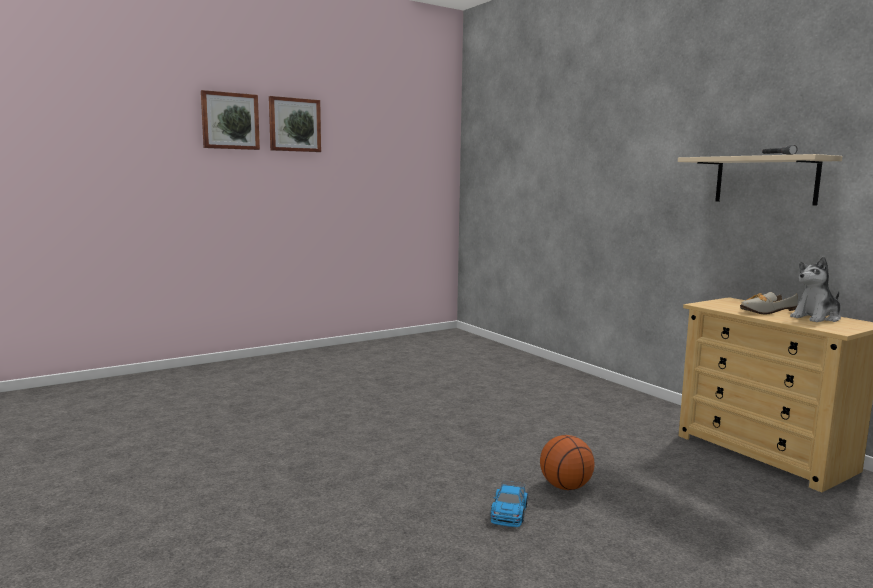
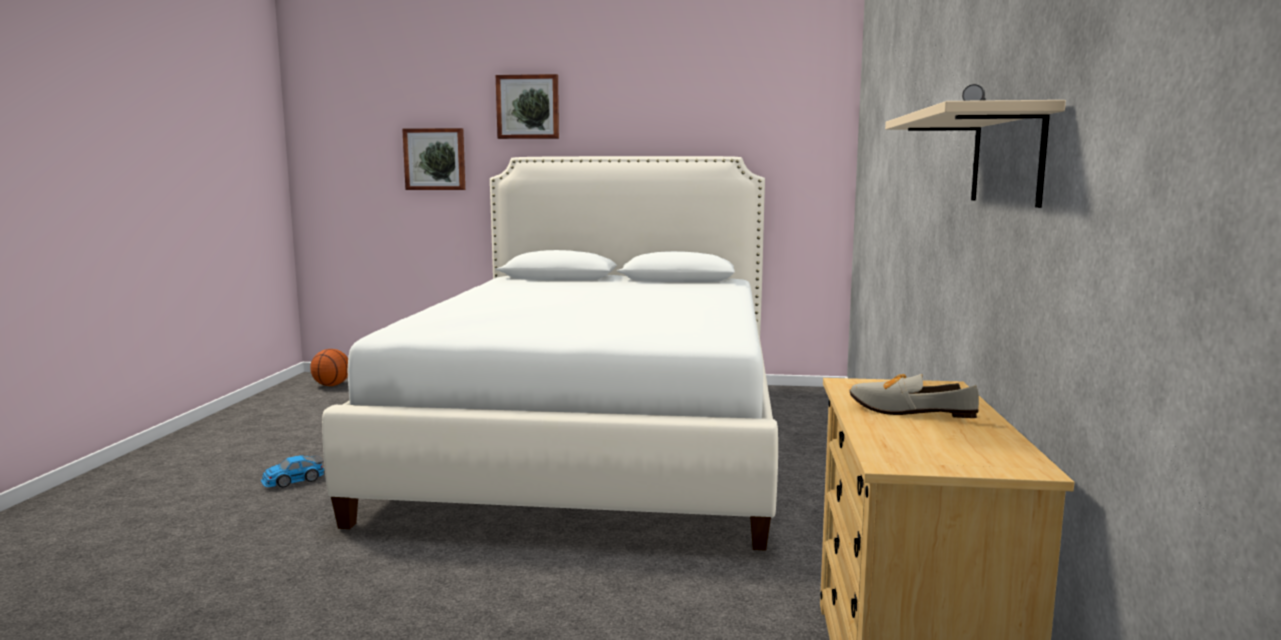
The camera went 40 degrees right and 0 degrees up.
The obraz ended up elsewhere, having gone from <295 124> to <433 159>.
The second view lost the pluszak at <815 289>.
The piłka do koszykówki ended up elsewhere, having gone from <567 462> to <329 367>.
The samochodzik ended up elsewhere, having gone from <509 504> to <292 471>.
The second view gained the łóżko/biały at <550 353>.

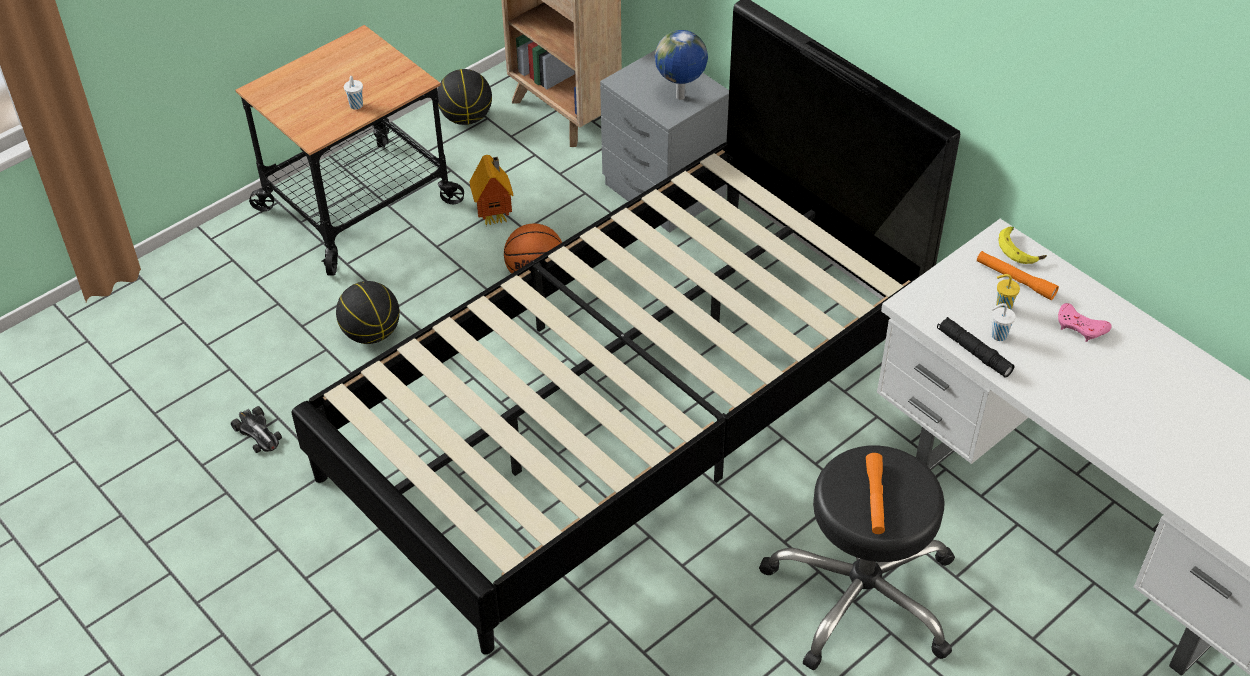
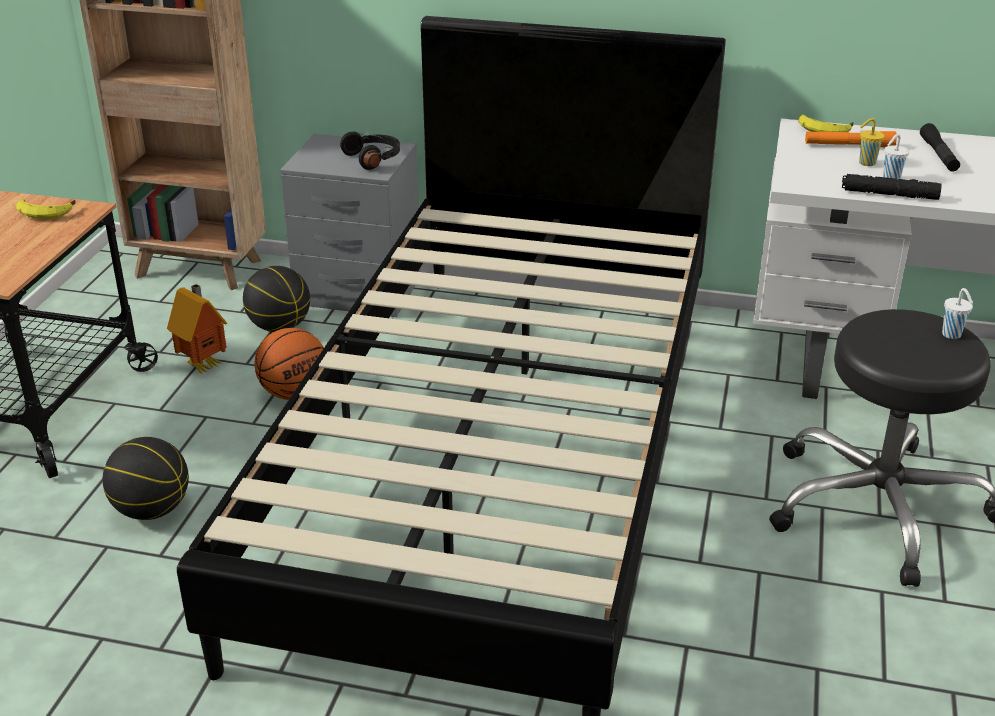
The camera went 35 degrees left and 15 degrees down.
Where the globus stood at <681 65>, the słuchawki/czarny came to stand at <370 151>.
The piłka do koszykówki ended up elsewhere, having gone from <464 97> to <276 299>.
The filiżanka/biały ended up elsewhere, having gone from <353 93> to <957 313>.
Where the pad do gier/różowy stood at <1085 322>, the latarka/czarny came to stand at <940 147>.
The second view lost the samochodzik at <256 429>.
The second view lost the latarka/pomarańczowy at <875 493>.
The second view gained the banan at <46 209>.

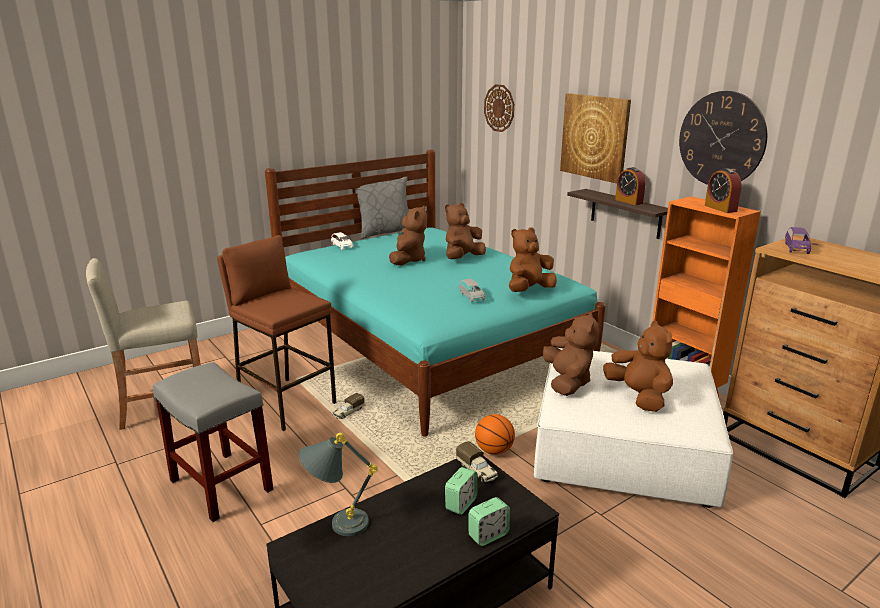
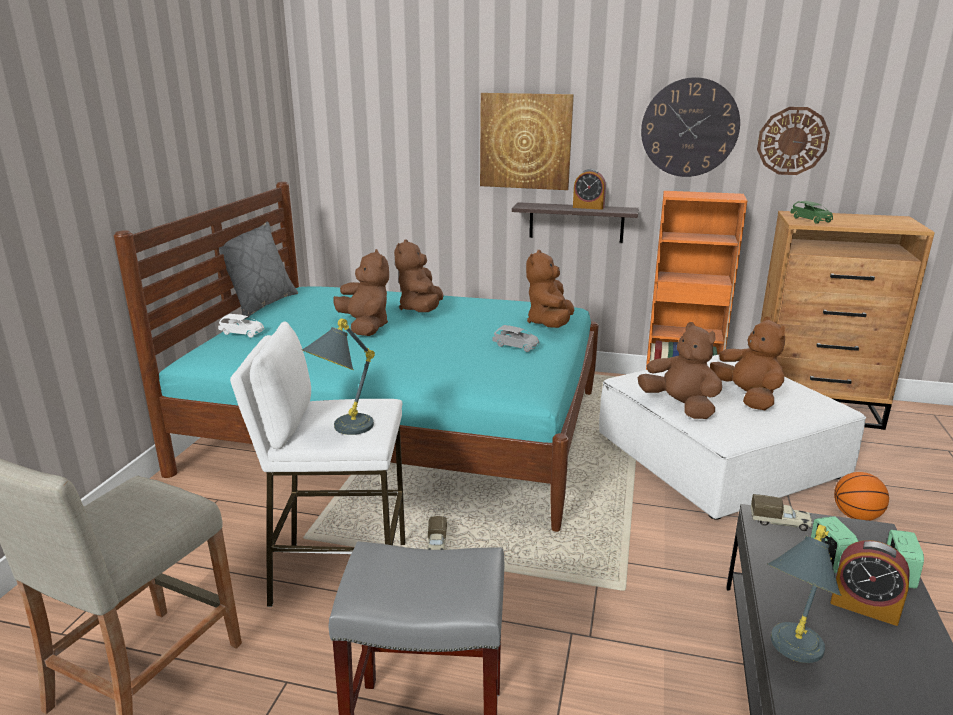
The camera went 40 degrees left and 0 degrees up.
The zegar ścienny ended up elsewhere, having gone from <499 108> to <793 141>.
The budzik ended up elsewhere, having gone from <723 190> to <870 583>.
What was the samochodzik/fioletowy at <798 240> turned into the samochodzik/zielony at <812 212>.
What was the stołek/brązowy at <276 333> turned into the stołek/biały at <317 464>.
The pluszak/brązowy at <638 366> ended up facing another way, 45 degrees clockwise from before.
The piłka do koszykówki ended up elsewhere, having gone from <495 434> to <861 496>.
The second view gained the lampa stołowa/szary at <338 376>.

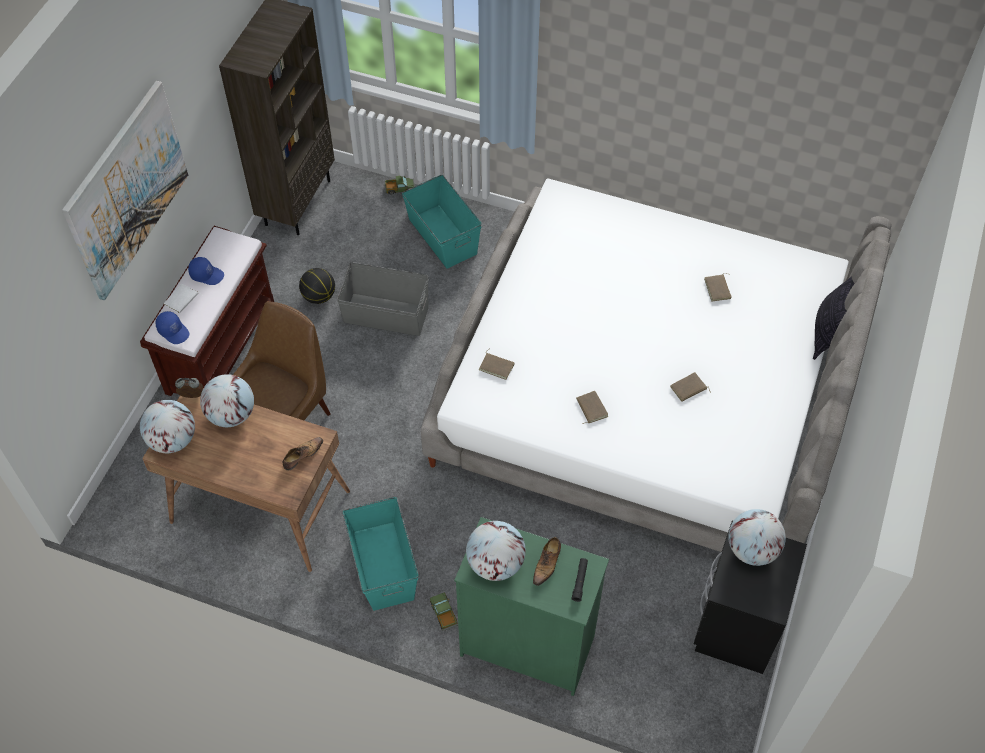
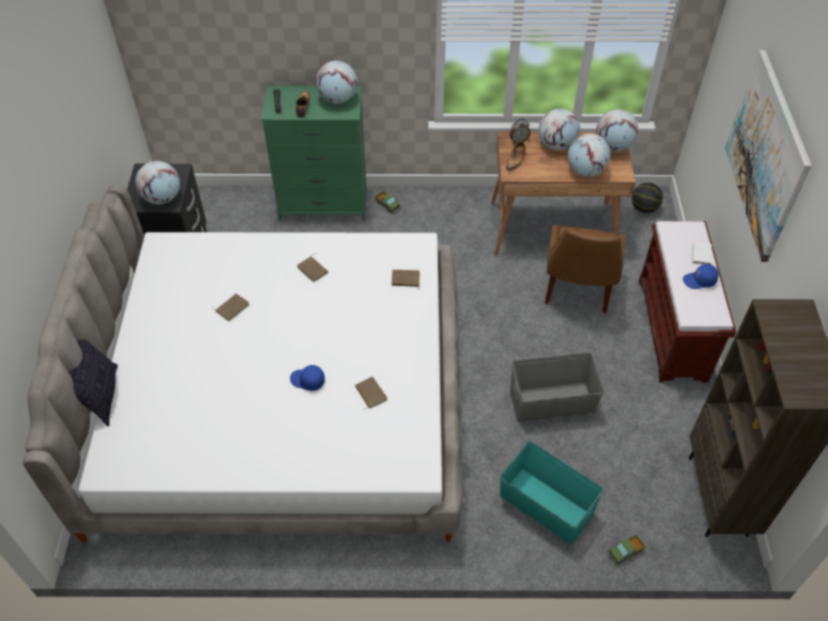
The camera went 160 degrees right and 5 degrees down.
The piłka do koszykówki ended up elsewhere, having gone from <317 286> to <647 198>.
The książka/brązowy ended up elsewhere, having gone from <718 287> to <371 393>.
The czapka z daszkiem/niebieski ended up elsewhere, having gone from <173 327> to <307 378>.
The budzik ended up elsewhere, having gone from <189 388> to <519 131>.
The second view lost the pojemnik do przechowywania/turkusowy at <381 554>.
The second view gained the globus at <559 129>.

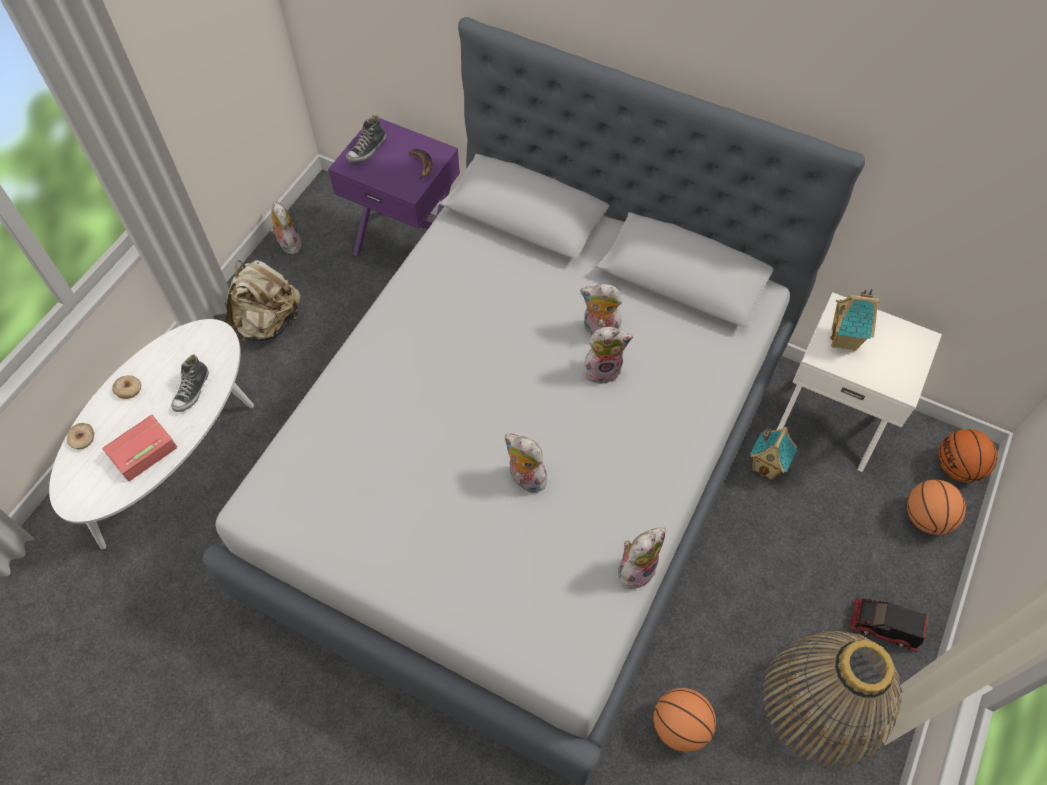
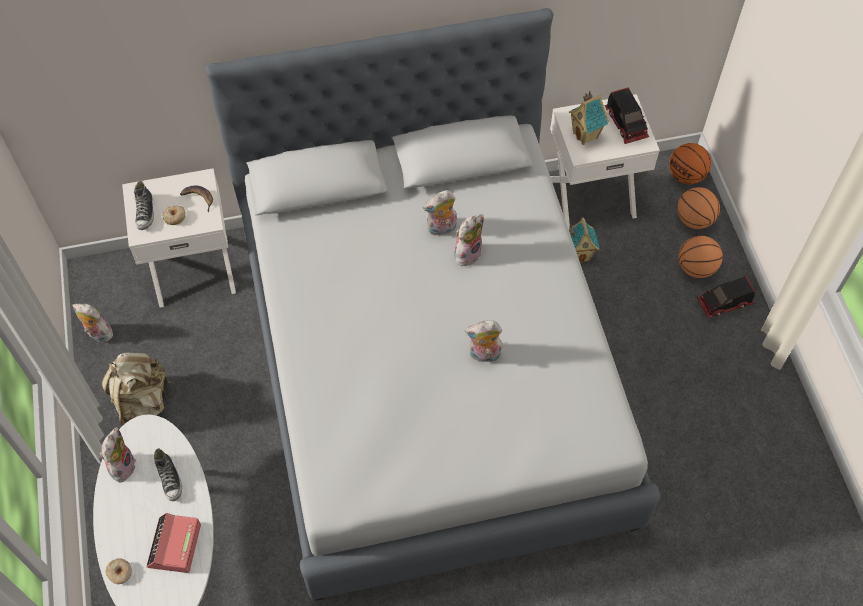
The camera went 40 degrees left and 0 degrees up.
What was the szafka nocna/fioletowy at <394 186> turned into the szafka nocna/biały at <179 238>.
The donut ended up elsewhere, having gone from <126 387> to <174 215>.
The pluszak ended up elsewhere, having gone from <642 558> to <118 454>.
The second view lost the koszyk at <832 699>.
The piłka do koszykówki ended up elsewhere, having gone from <684 720> to <700 257>.
The second view gained the ciężarówka zabawkowa at <627 115>.

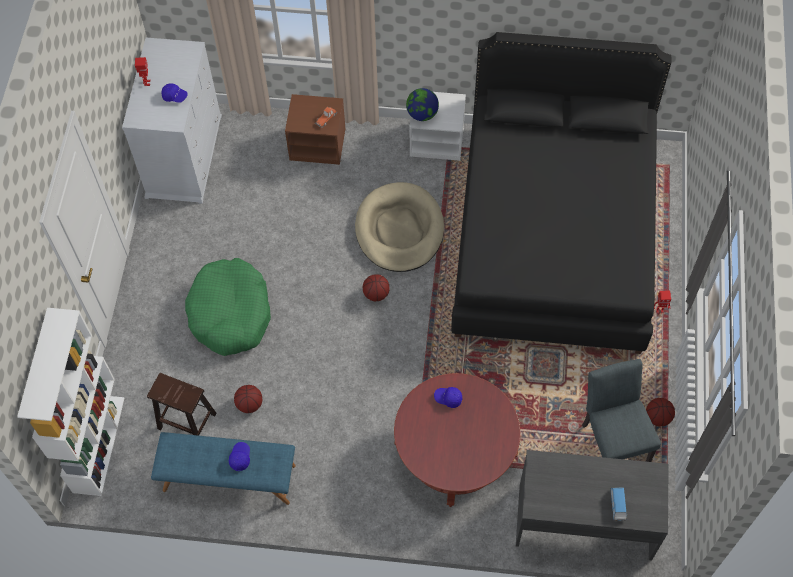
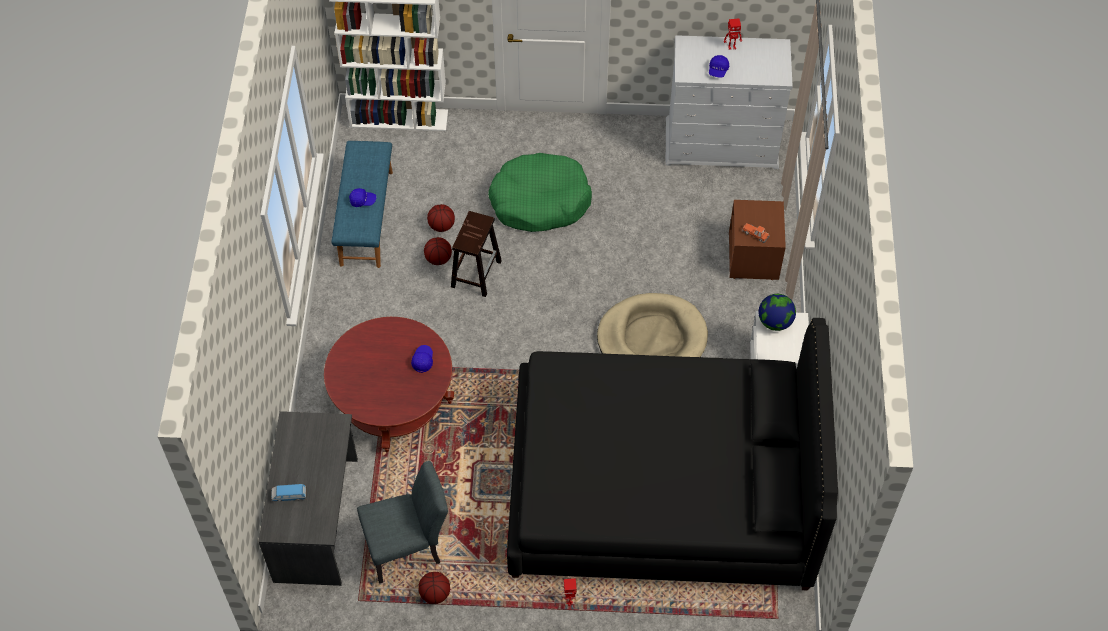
The camera went 85 degrees right and 5 degrees down.
The piłka do koszykówki ended up elsewhere, having gone from <376 287> to <438 251>.
The stołek/brązowy ended up elsewhere, having gone from <182 404> to <476 254>.

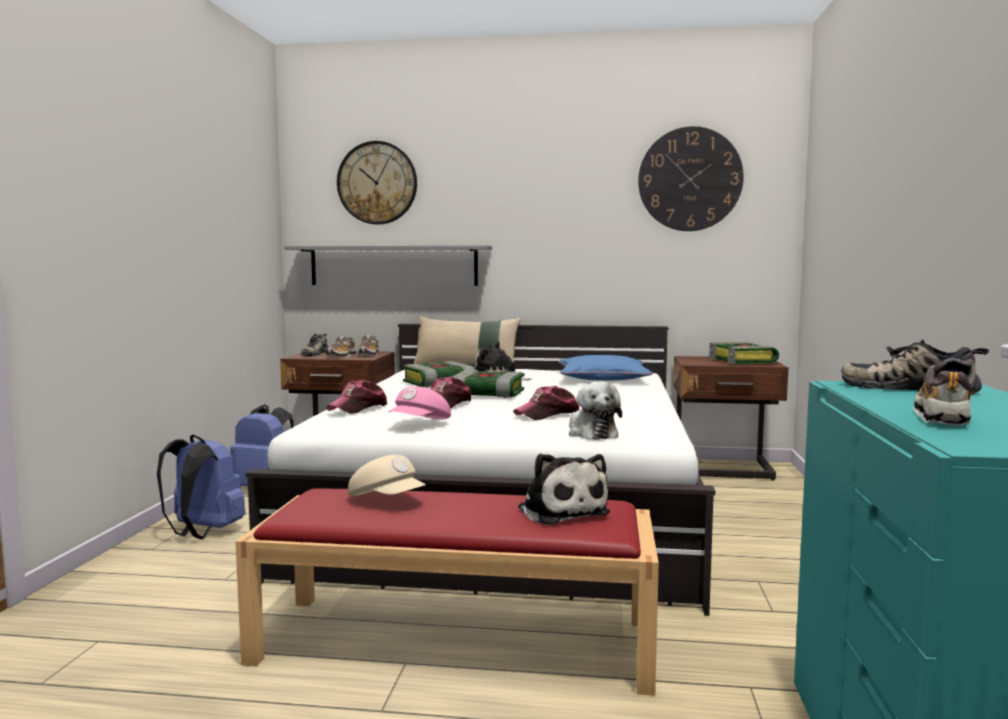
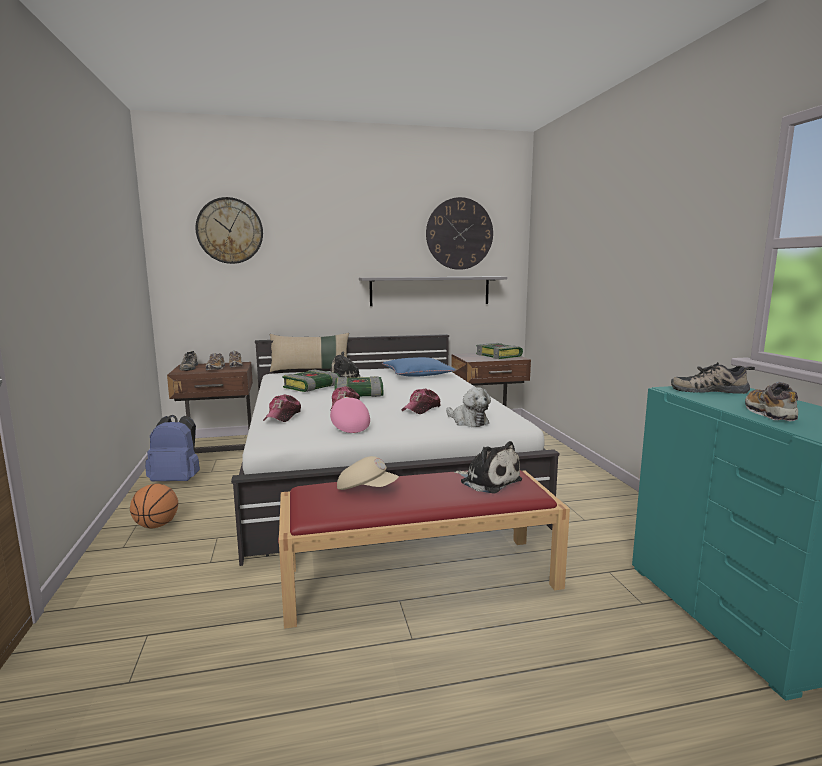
The camera went 20 degrees left and 5 degrees up.
The półka/szary ended up elsewhere, having gone from <388 265> to <433 291>.
The czapka z daszkiem/różowy at <419 402> ended up facing another way, 150 degrees clockwise from before.
Where the plecak/niebieski stood at <201 486>, the piłka do koszykówki came to stand at <154 506>.

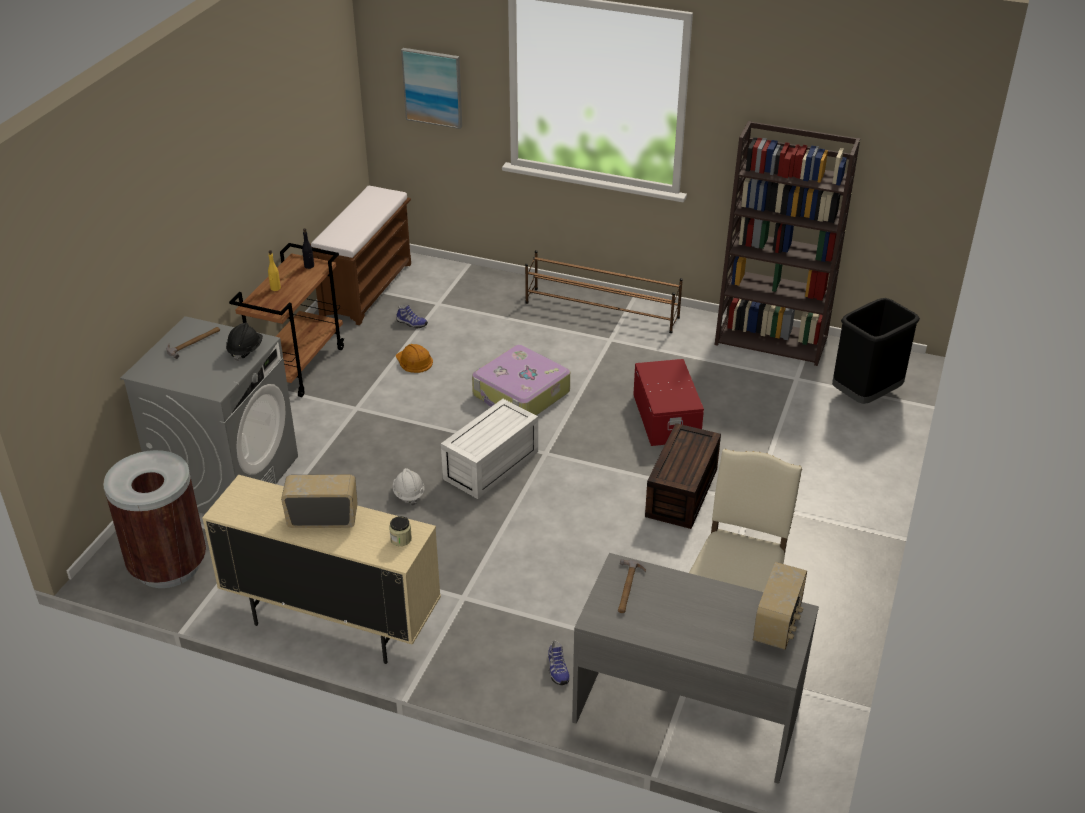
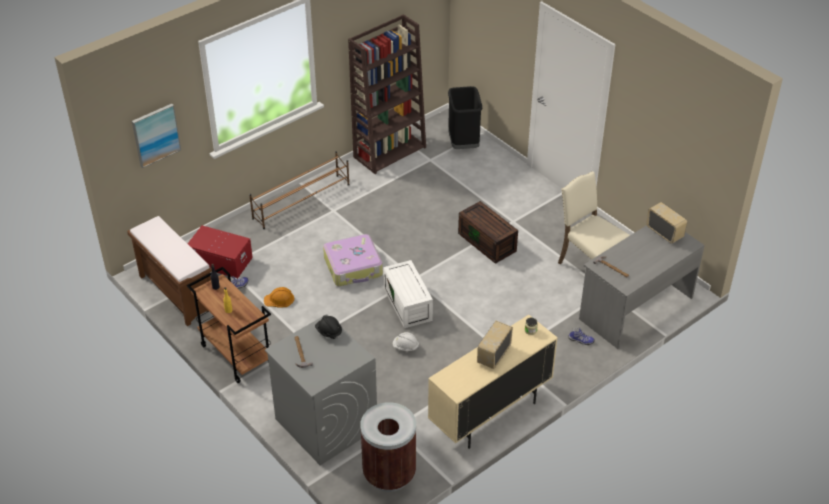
The camera went 60 degrees left and 5 degrees up.
The pojemnik do przechowywania/czerwony ended up elsewhere, having gone from <668 402> to <220 251>.

